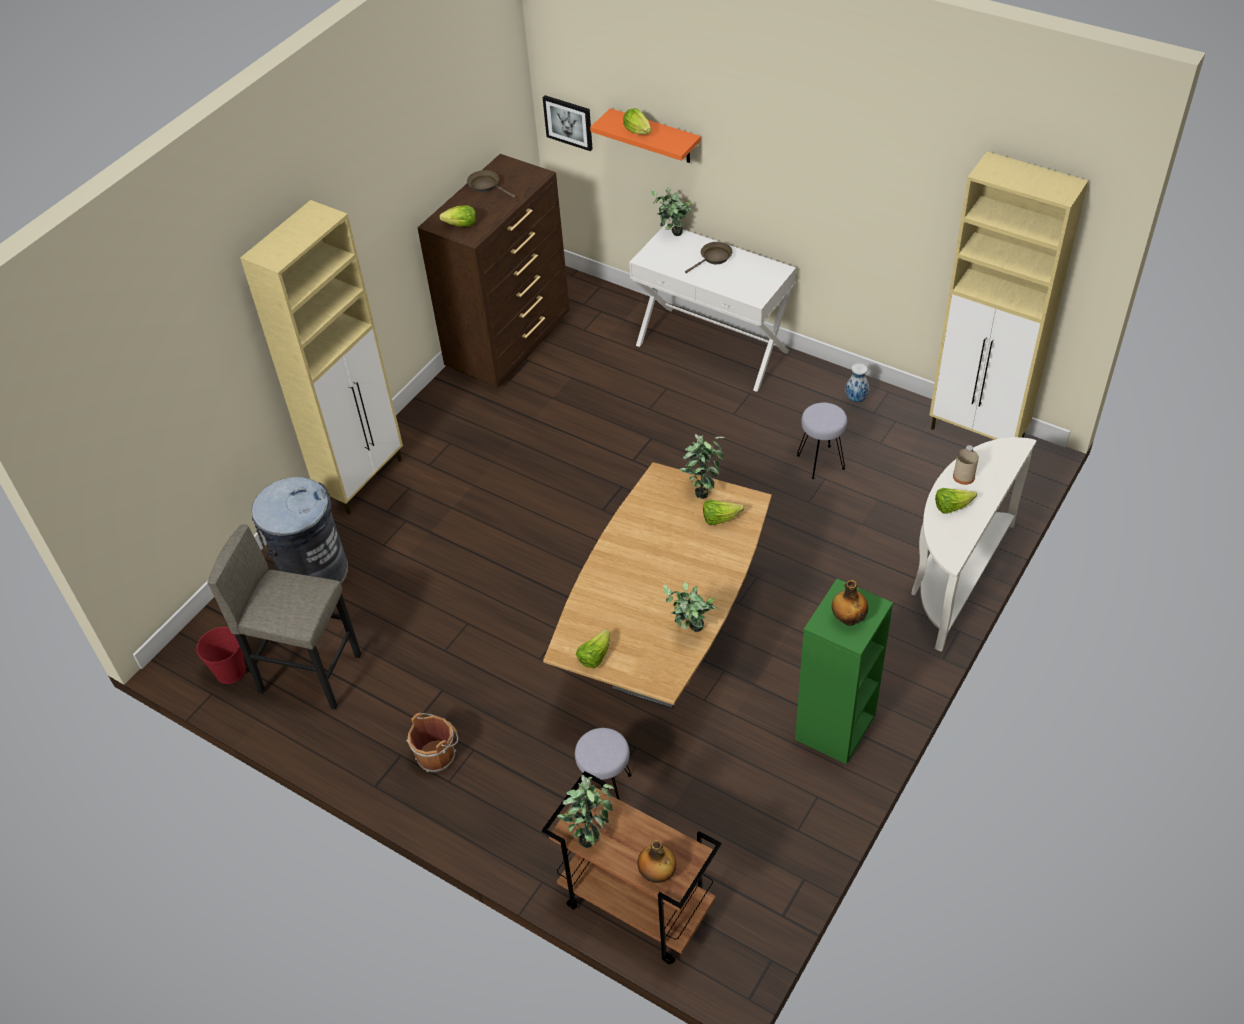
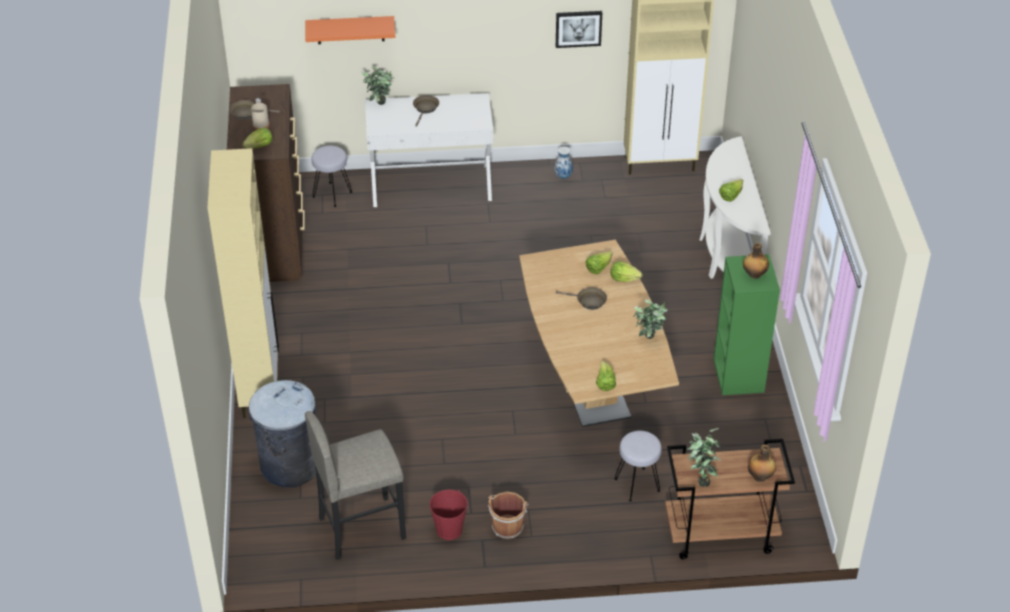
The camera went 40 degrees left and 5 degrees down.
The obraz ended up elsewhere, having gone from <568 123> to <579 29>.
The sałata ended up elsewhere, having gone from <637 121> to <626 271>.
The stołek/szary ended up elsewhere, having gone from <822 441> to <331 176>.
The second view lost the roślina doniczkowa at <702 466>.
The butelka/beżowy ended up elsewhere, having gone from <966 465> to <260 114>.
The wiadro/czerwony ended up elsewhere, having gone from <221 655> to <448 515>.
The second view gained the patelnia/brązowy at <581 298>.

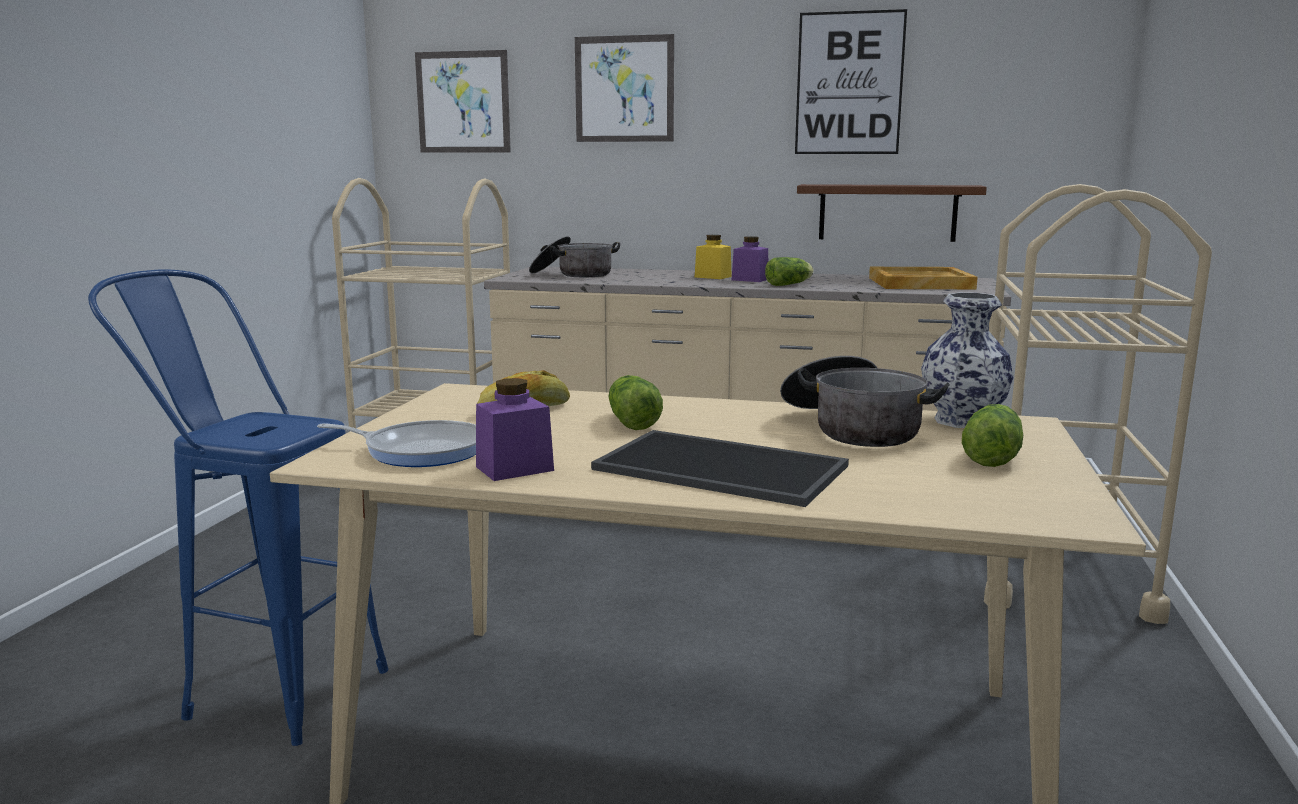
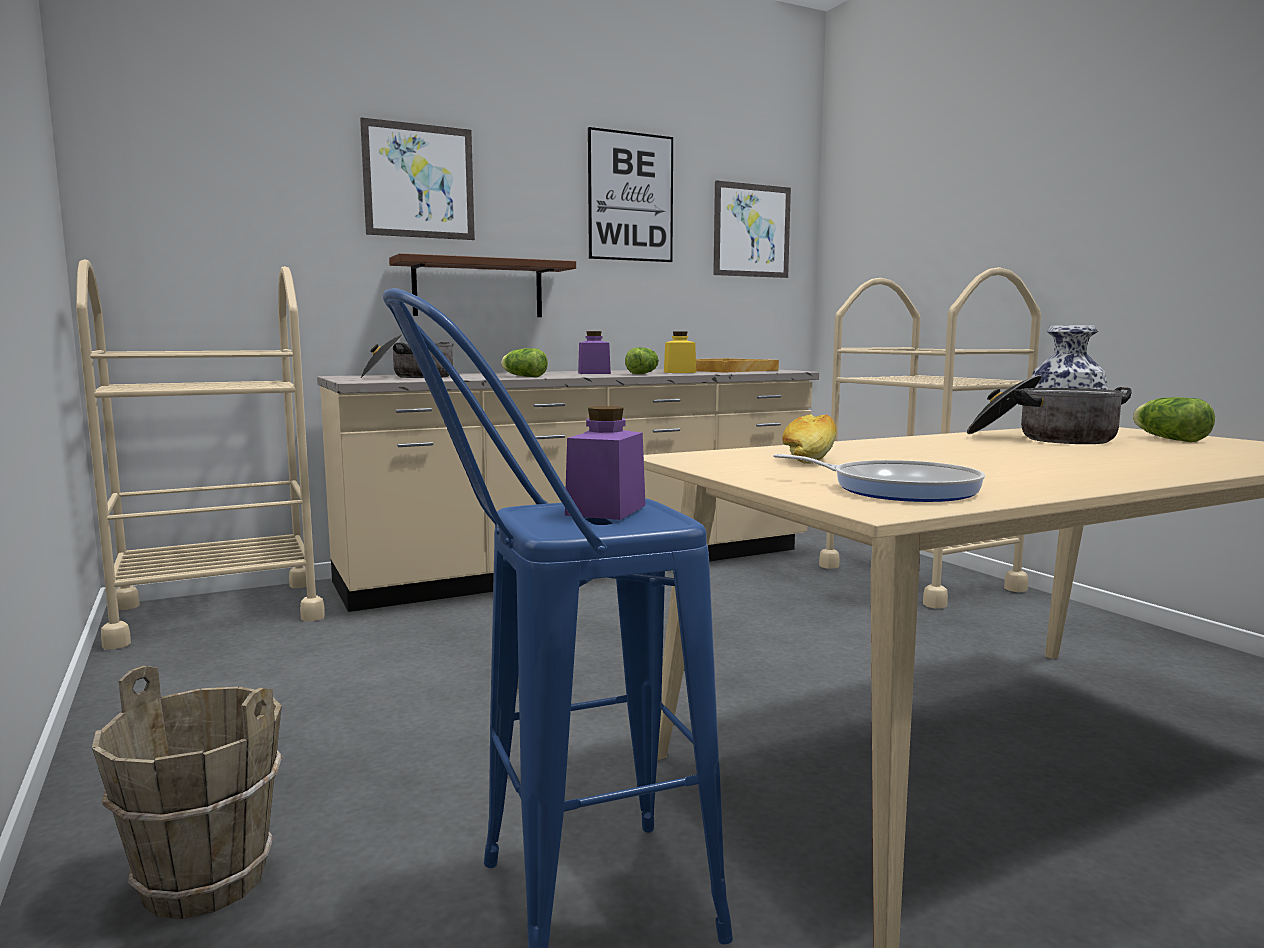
The camera went 40 degrees left and 5 degrees down.
The obraz ended up elsewhere, having gone from <463 101> to <752 229>.
The półka/brązowy ended up elsewhere, having gone from <892 213> to <482 285>.
The słoik/żółty ended up elsewhere, having gone from <713 257> to <680 352>.
The sałata ended up elsewhere, having gone from <635 402> to <524 362>.
The słoik/fioletowy ended up elsewhere, having gone from <515 429> to <605 463>.
The patelnia at <396 443> ended up facing another way, 60 degrees clockwise from before.
The second view lost the taca at <720 468>.
The second view gained the wiadro/brązowy at <187 792>.

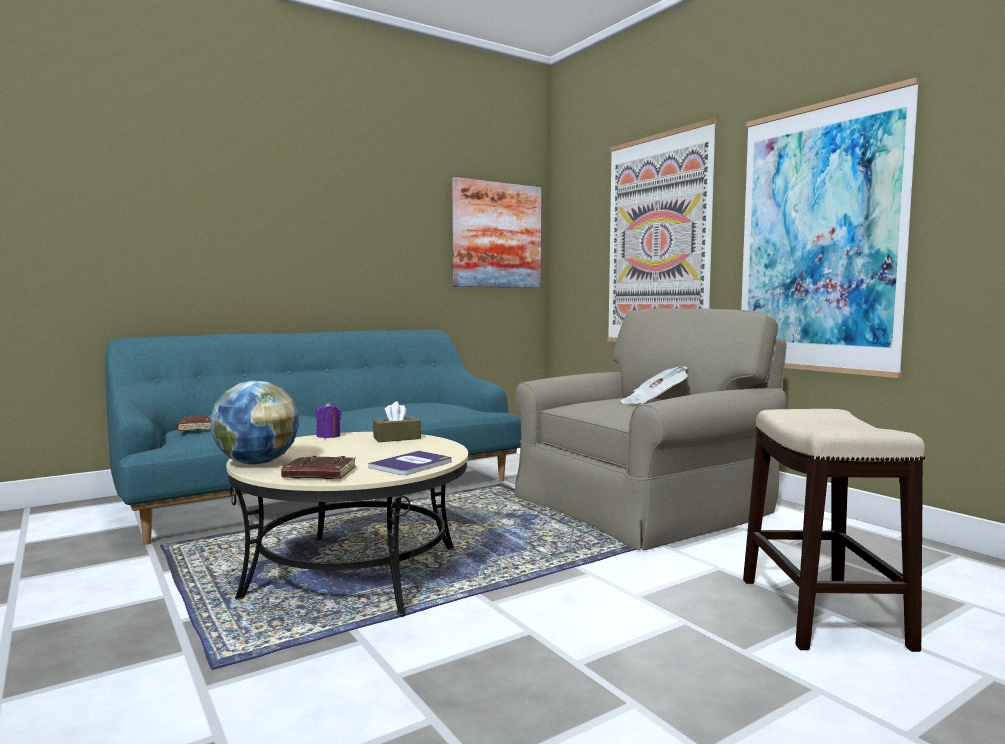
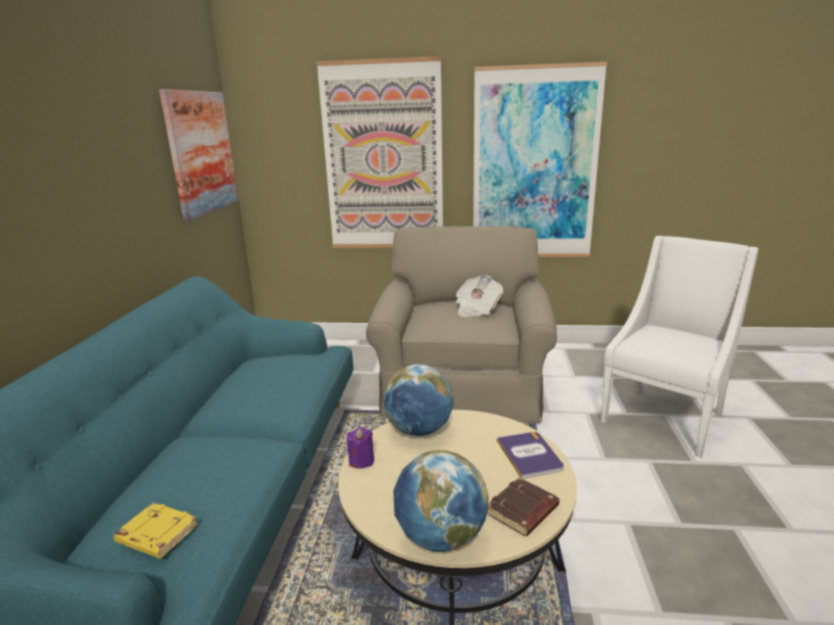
The camera went 50 degrees left and 15 degrees up.
Where the pudełko chusteczek/brązowy stood at <397 422>, the globus came to stand at <418 400>.
Where the stołek stood at <834 530>, the fotel/biały came to stand at <680 347>.
What was the książka/brązowy at <193 423> turned into the książka/żółty at <155 530>.

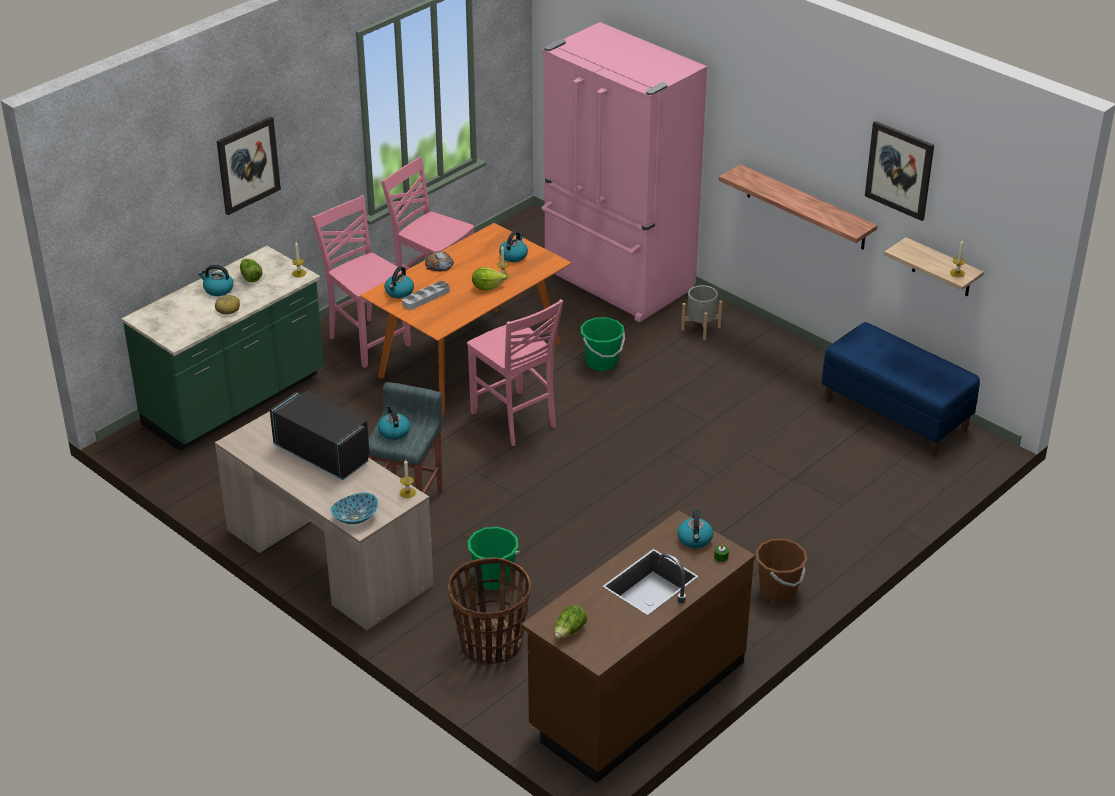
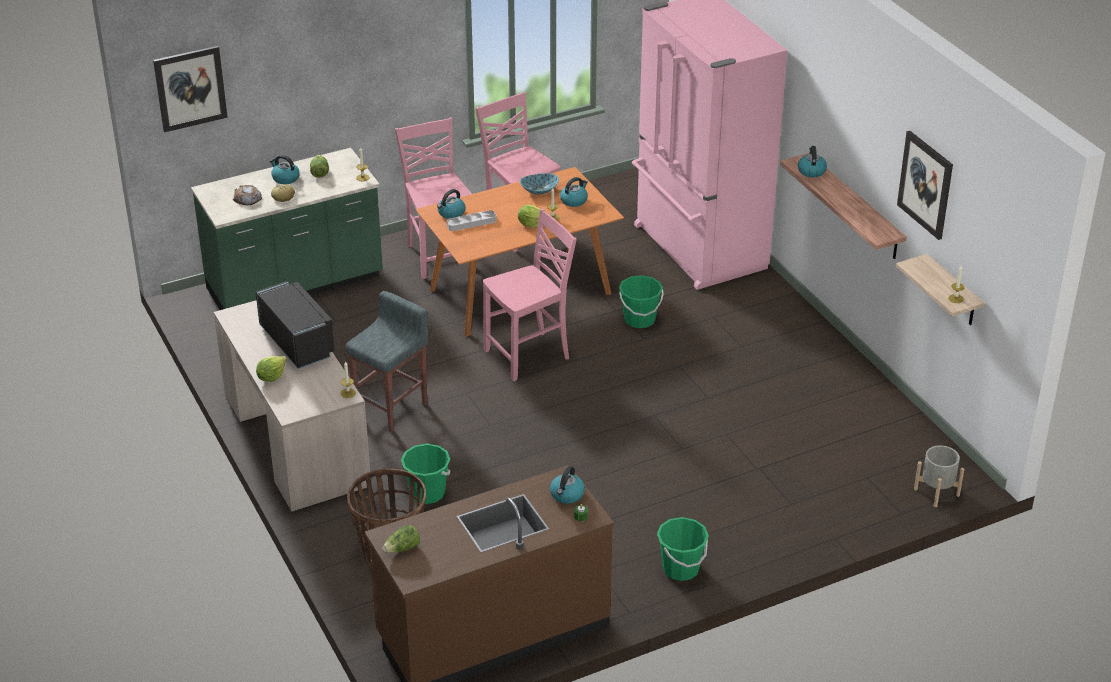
The camera went 20 degrees right and 0 degrees up.
The obraz ended up elsewhere, having gone from <249 166> to <190 89>.
The chleb ended up elsewhere, having gone from <439 261> to <247 195>.
The donica/szary ended up elsewhere, having gone from <702 312> to <939 476>.
The krzesło/różowy at <515 372> ended up facing another way, 105 degrees counterclockwise from before.
The second view lost the ławka/niebieski at <901 389>.
The czajnik ended up elsewhere, having gone from <394 422> to <812 162>.
The miska ended up elsewhere, having gone from <354 508> to <539 183>.
What was the wiadro/brązowy at <782 570> turned into the wiadro/zielony at <683 549>.
The second view gained the sałata at <271 369>.

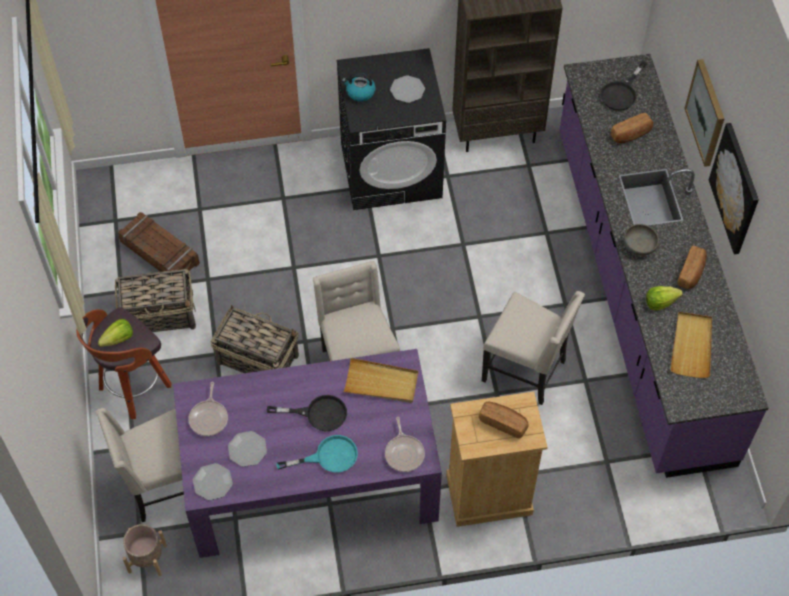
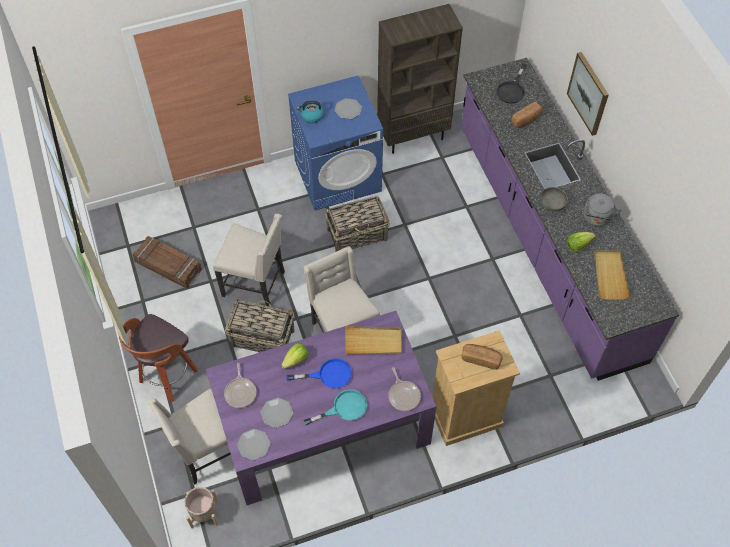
The camera went 10 degrees left and 0 degrees up.
What was the pralka/czarny at <391 129> turned into the pralka/niebieski at <335 142>.
The second view lost the obraz at <734 188>.
Where the chleb stood at <692 267>, the czajnik/szary came to stand at <602 210>.
The koszyk ended up elsewhere, having gone from <155 300> to <357 224>.
The krzesło/beżowy ended up elsewhere, having gone from <533 348> to <249 260>.
The sałata ended up elsewhere, having gone from <115 333> to <294 356>.
What was the patelnia/czarny at <307 413> turned into the patelnia/niebieski at <319 373>.

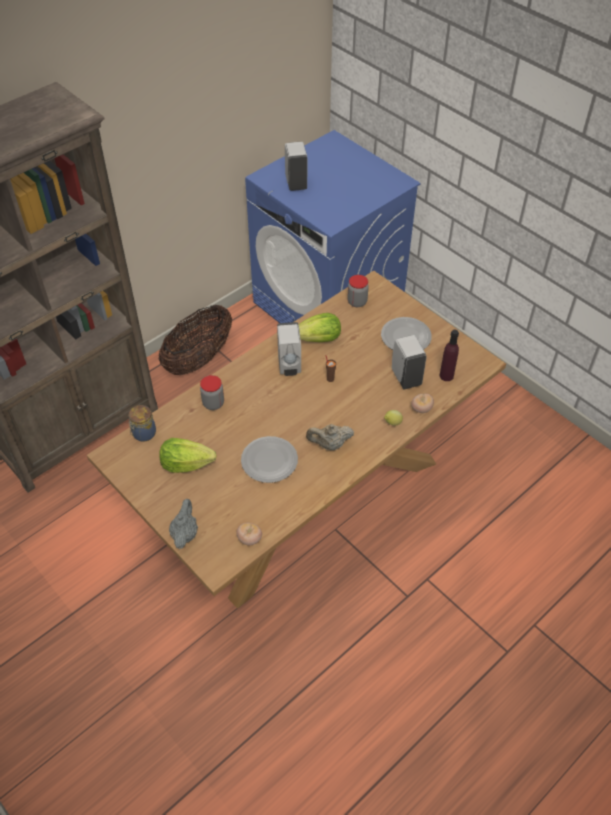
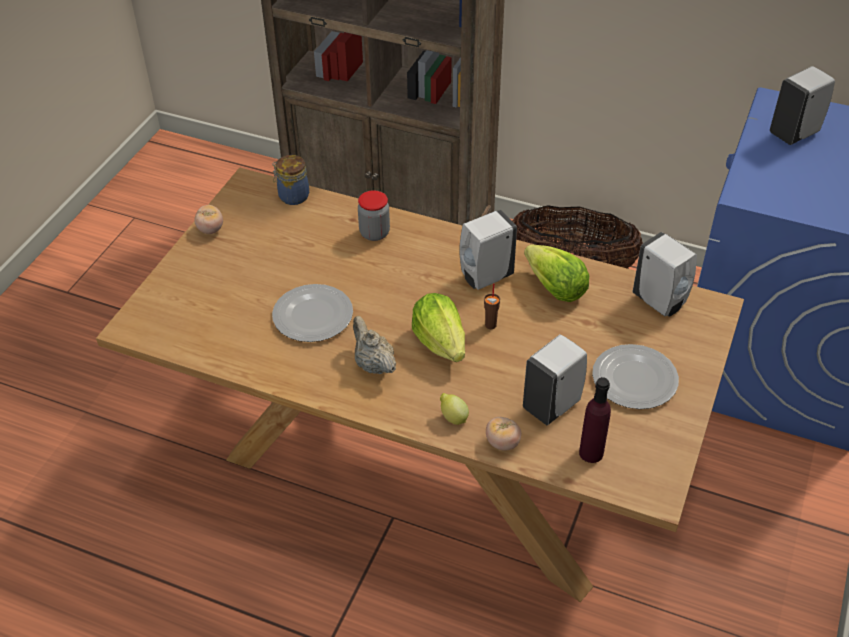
The camera went 65 degrees right and 5 degrees down.
Where the słoik stood at <358 291>, the dozownik mydła/biały came to stand at <665 274>.
The sałata ended up elsewhere, having gone from <188 455> to <438 327>.
The second view lost the imbryk/szary at <183 524>.
The pomidor ended up elsewhere, having gone from <249 534> to <208 219>.

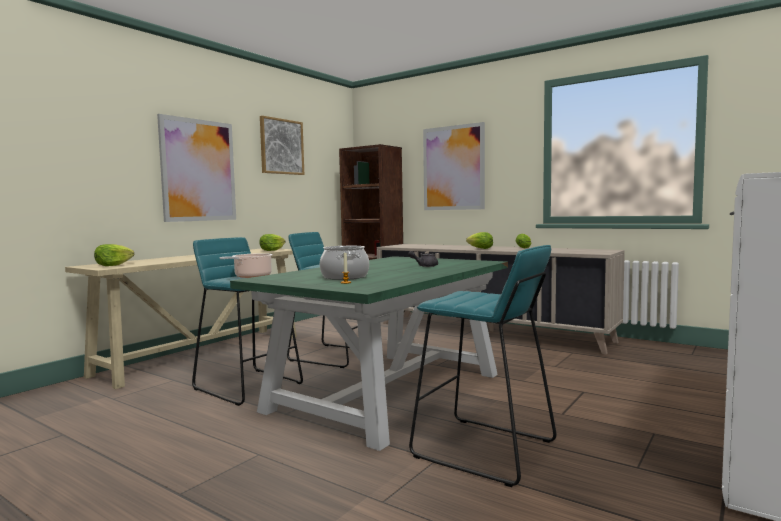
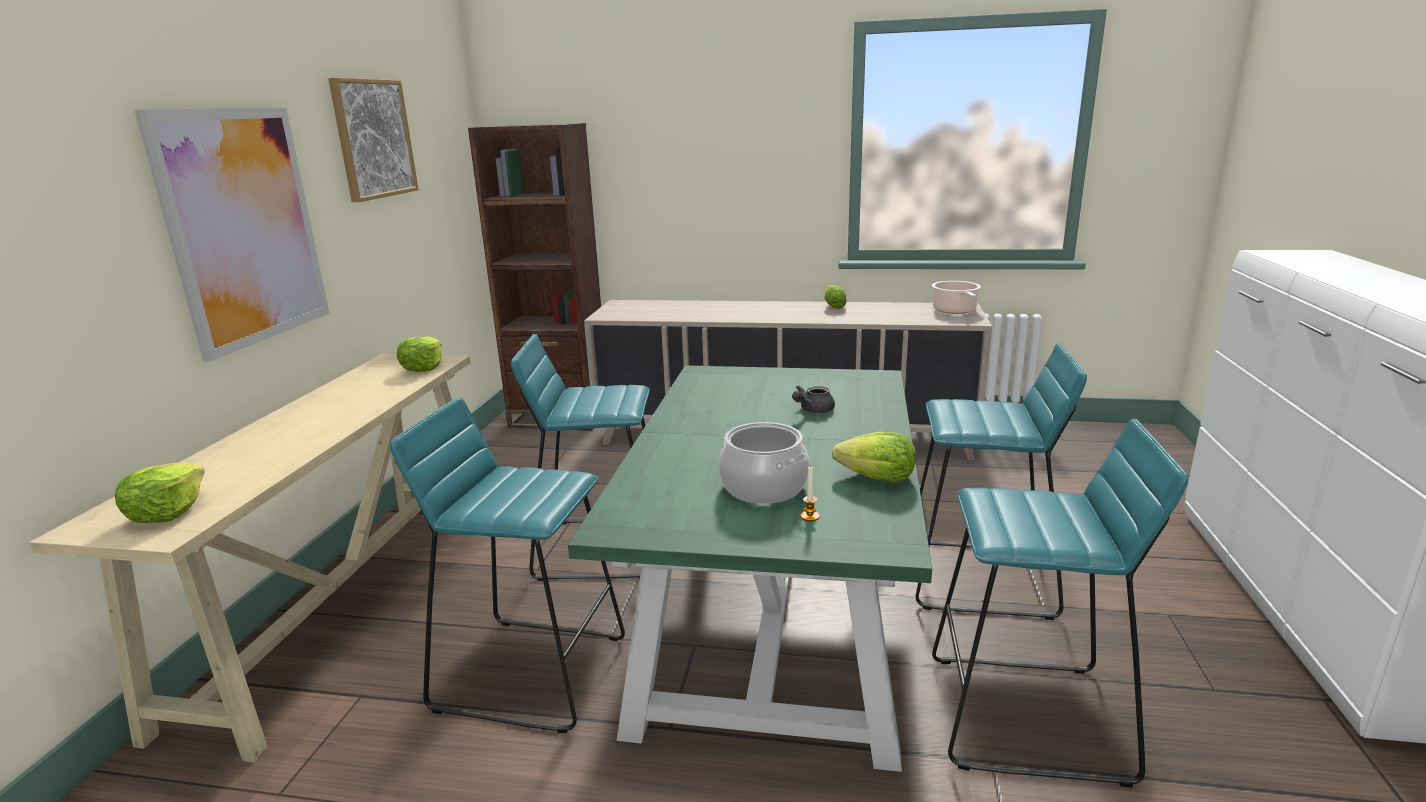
The camera went 25 degrees left and 15 degrees up.
The second view lost the obraz at <454 166>.
The sałata ended up elsewhere, having gone from <479 240> to <874 457>.
The garnek ended up elsewhere, having gone from <246 265> to <956 297>.
The second view gained the stołek/turkusowy at <1001 481>.

